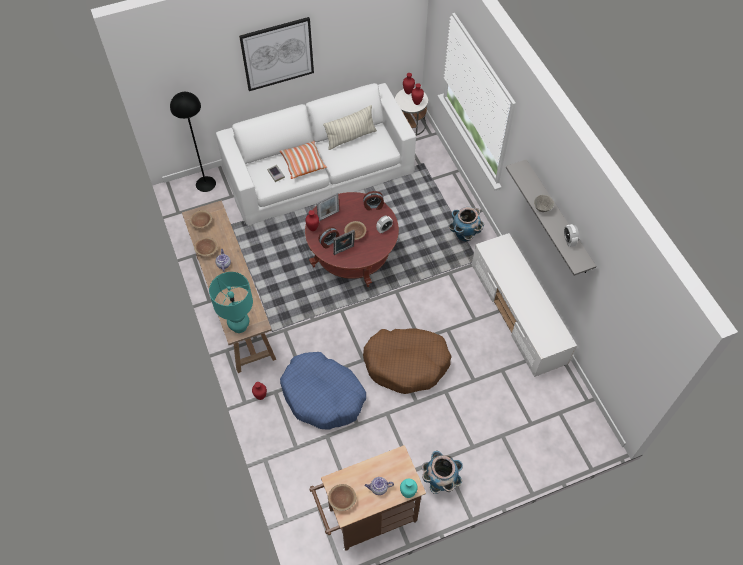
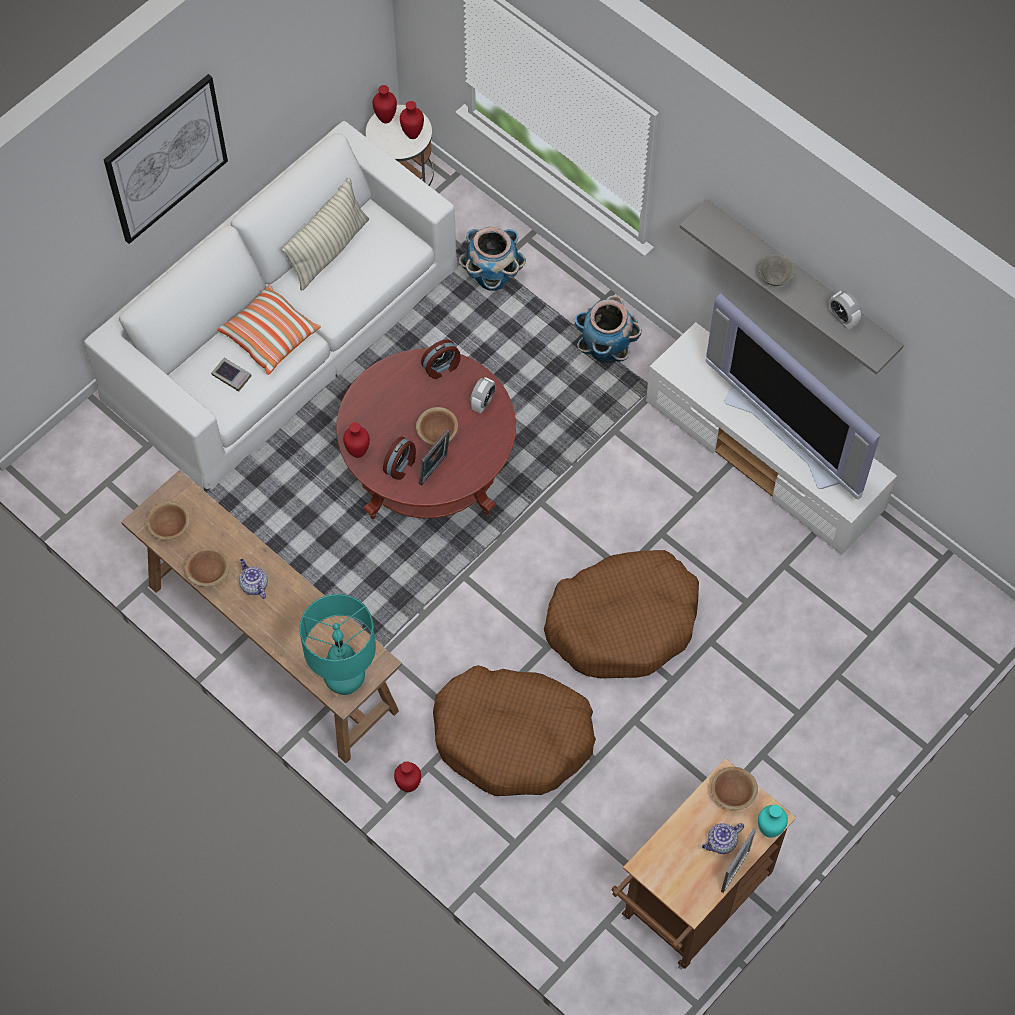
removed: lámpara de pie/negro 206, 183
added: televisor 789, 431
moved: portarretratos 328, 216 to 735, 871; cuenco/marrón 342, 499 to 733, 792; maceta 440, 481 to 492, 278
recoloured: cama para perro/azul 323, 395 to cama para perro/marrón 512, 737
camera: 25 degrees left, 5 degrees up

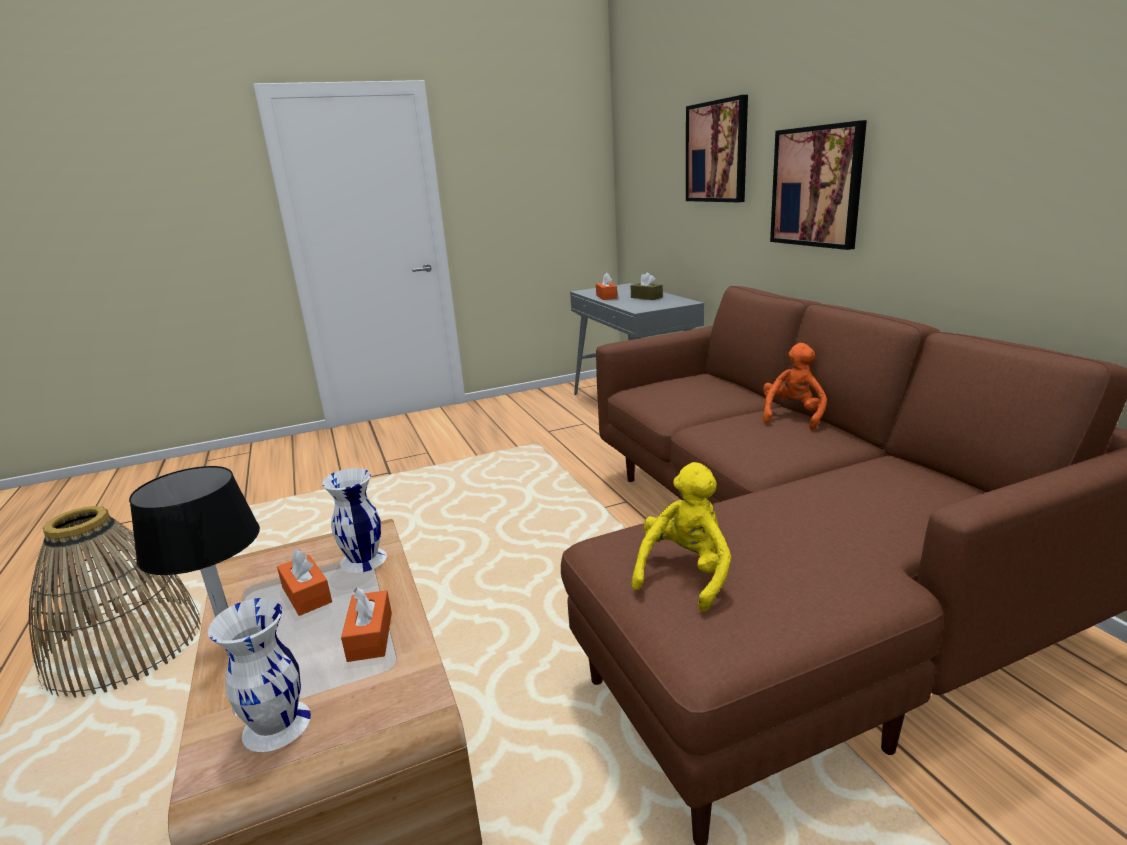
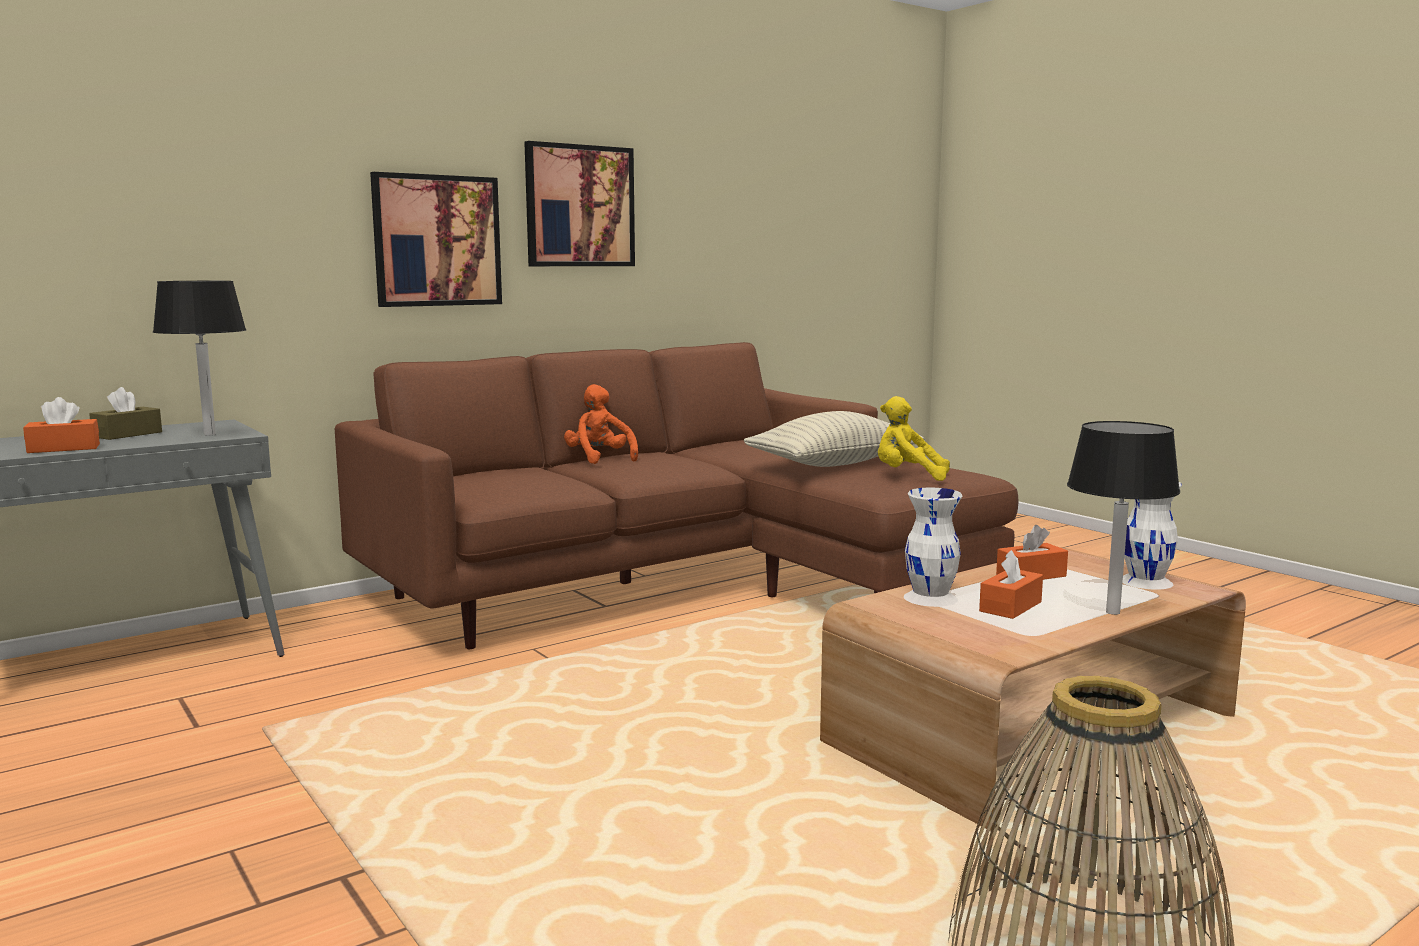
added: lámpara de mesa/negro 209, 434; cojín 833, 464
moved: cuadro 717, 152 to 579, 206
turned: peluche/naranja 793, 416 = 599, 459 45 degrees clockwise
camera: 105 degrees left, 10 degrees down

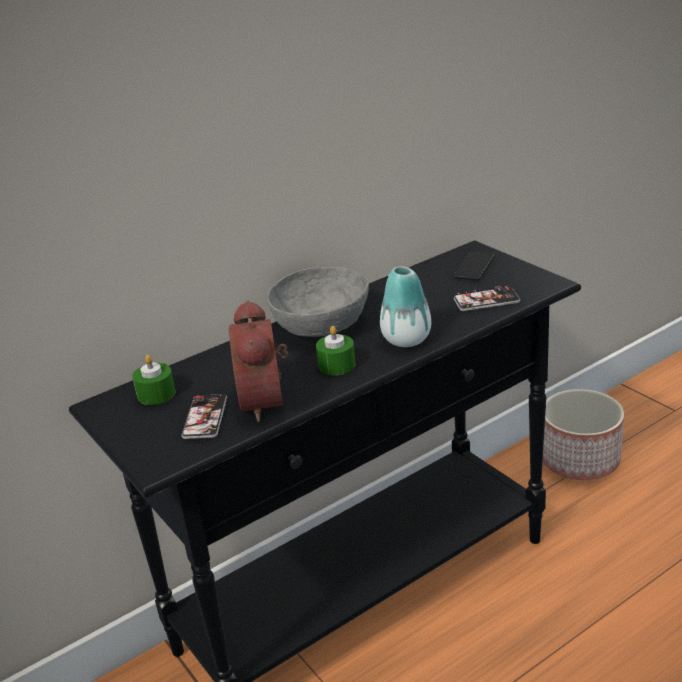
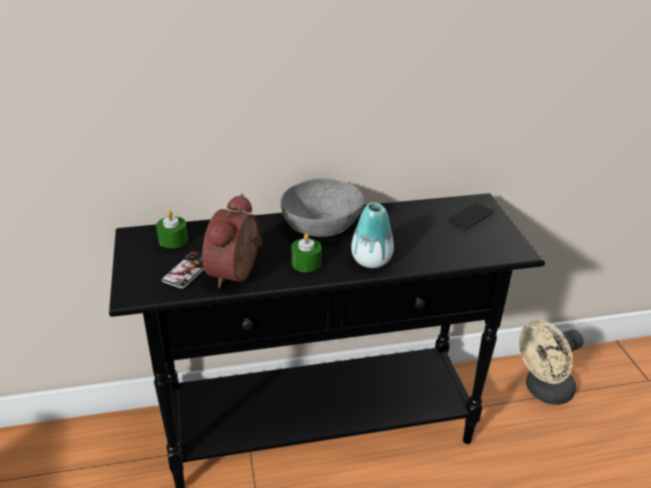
removed: móvil 486, 300
replaced: maceta 580, 460 to ventilador/beis 543, 391
camera: 20 degrees right, 5 degrees up

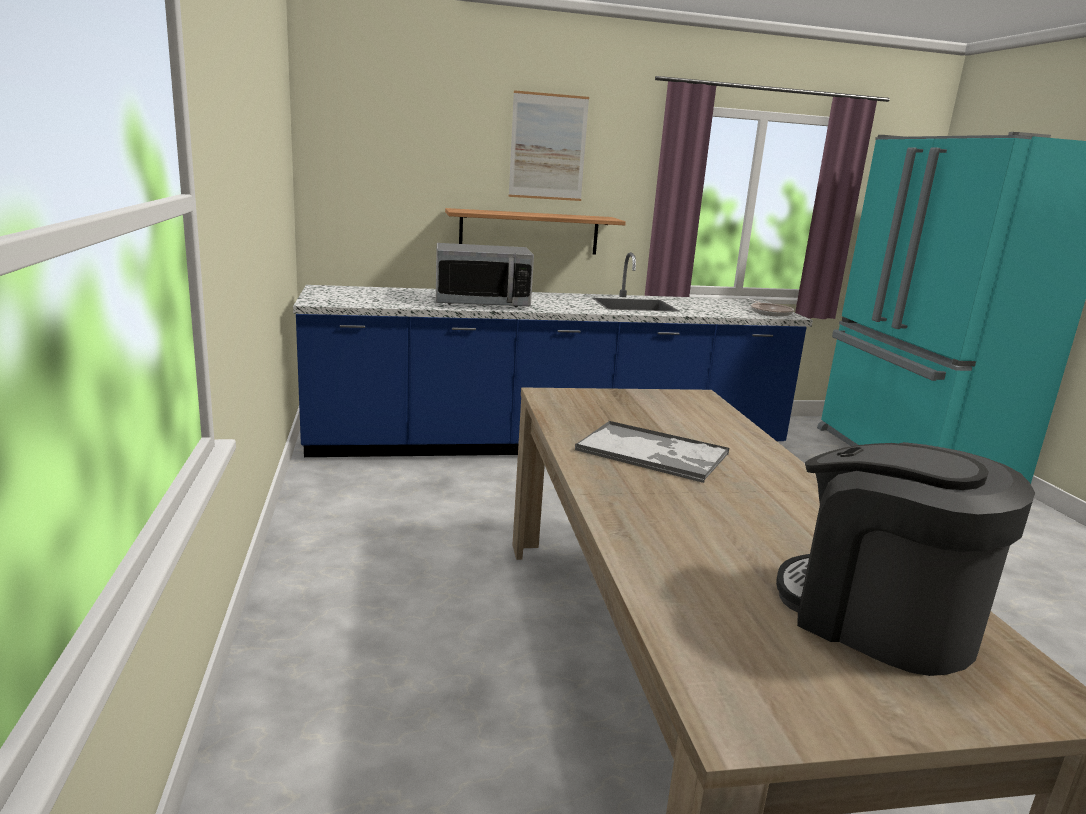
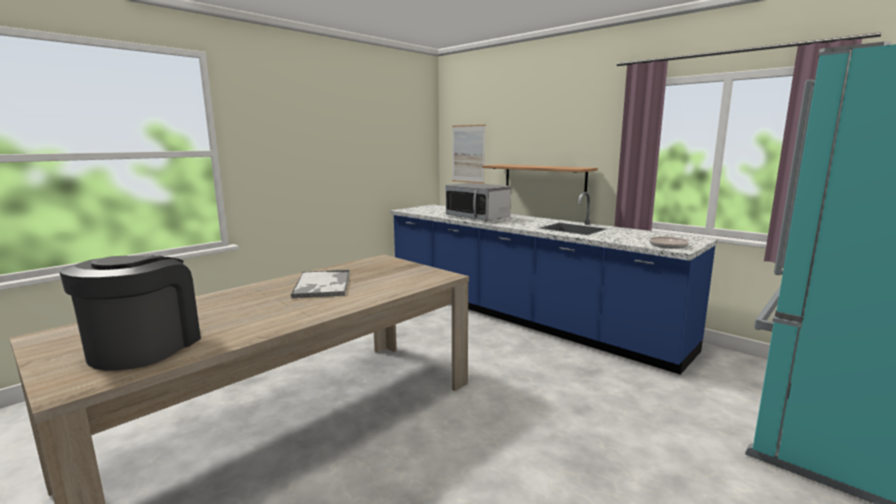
moved: cuadro 548, 147 to 468, 154
camera: 55 degrees right, 5 degrees down

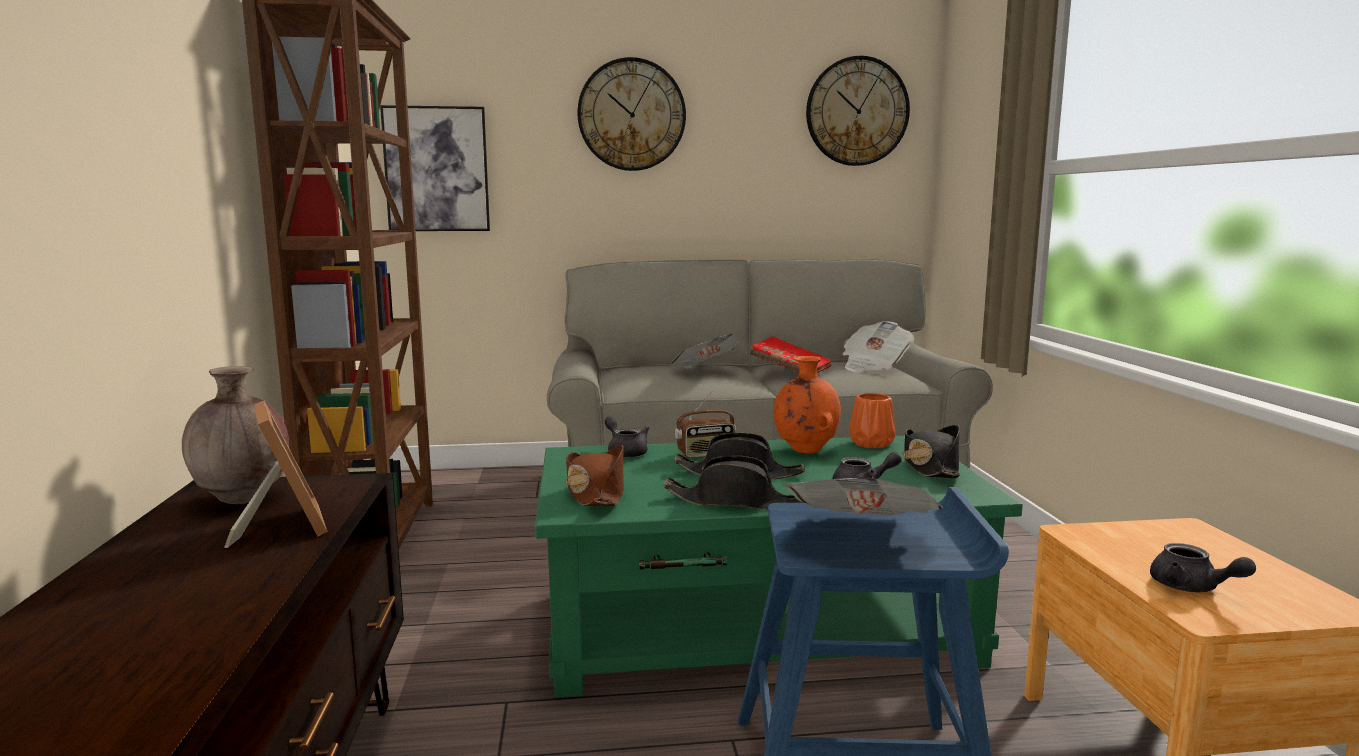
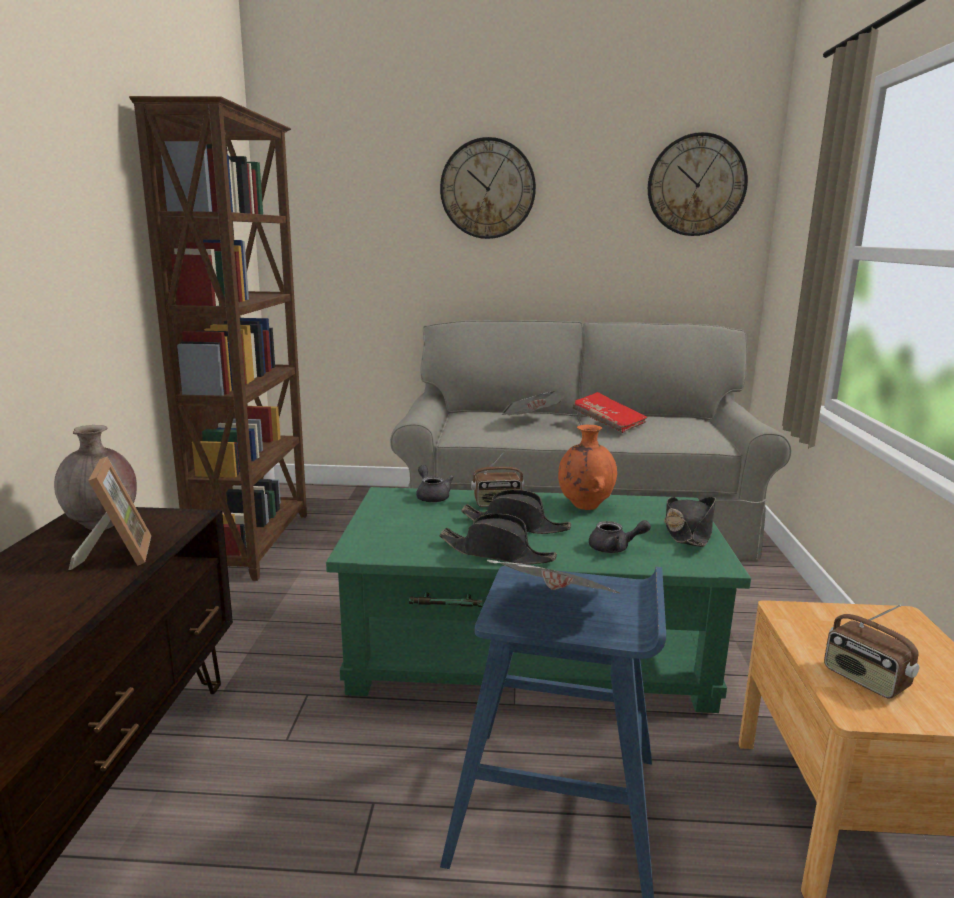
removed: cuadro 436, 169; sombrero/marrón 596, 492; periódico 873, 366; florero/naranja 871, 443
replaced: tetera/gris 1192, 588 to radio 864, 680
camera: 10 degrees right, 5 degrees up

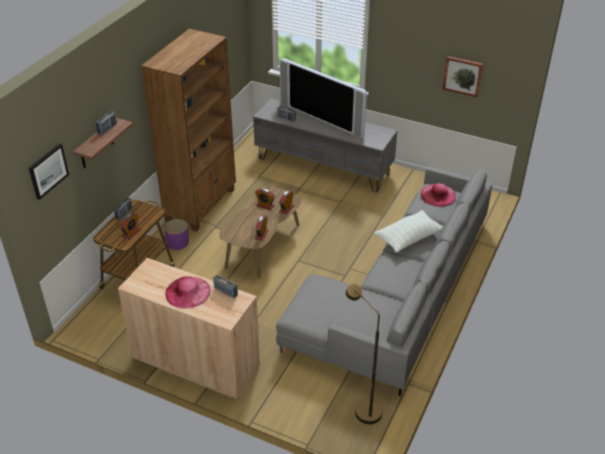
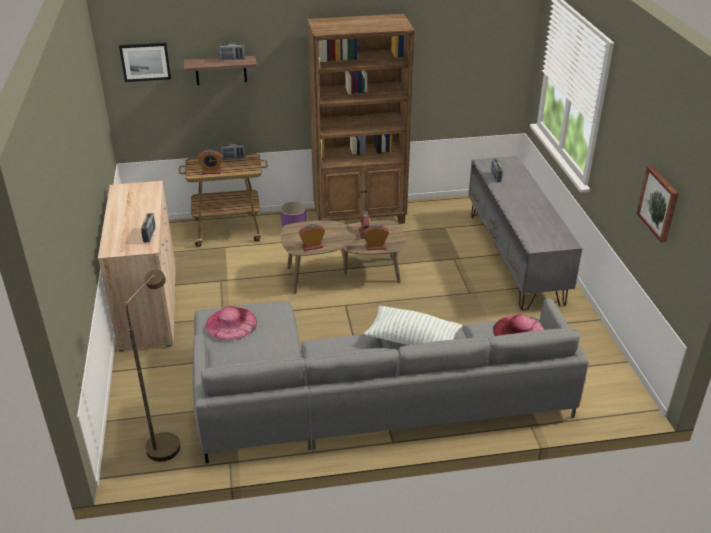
removed: televisor 323, 118
moved: sombrero/rosa 187, 292 to 231, 323
camera: 55 degrees right, 5 degrees down

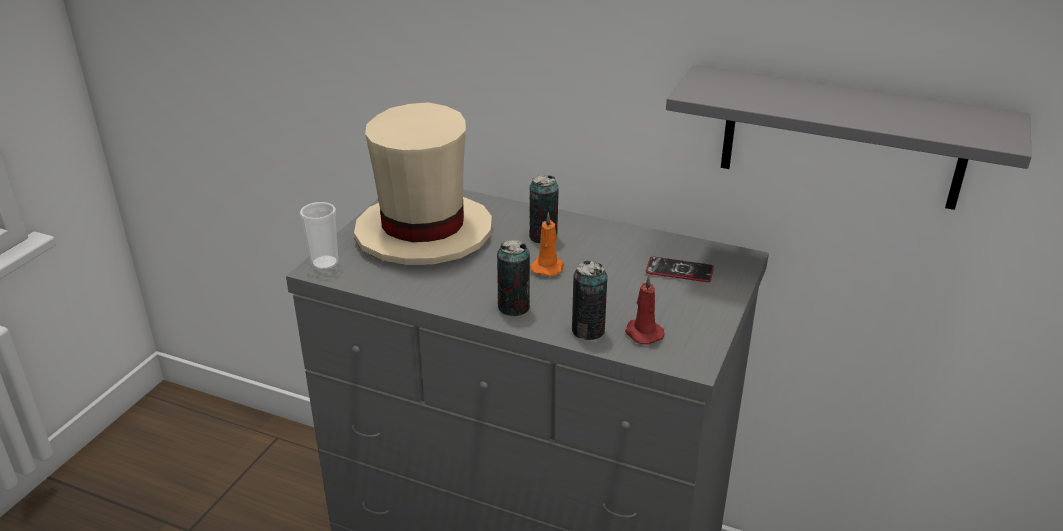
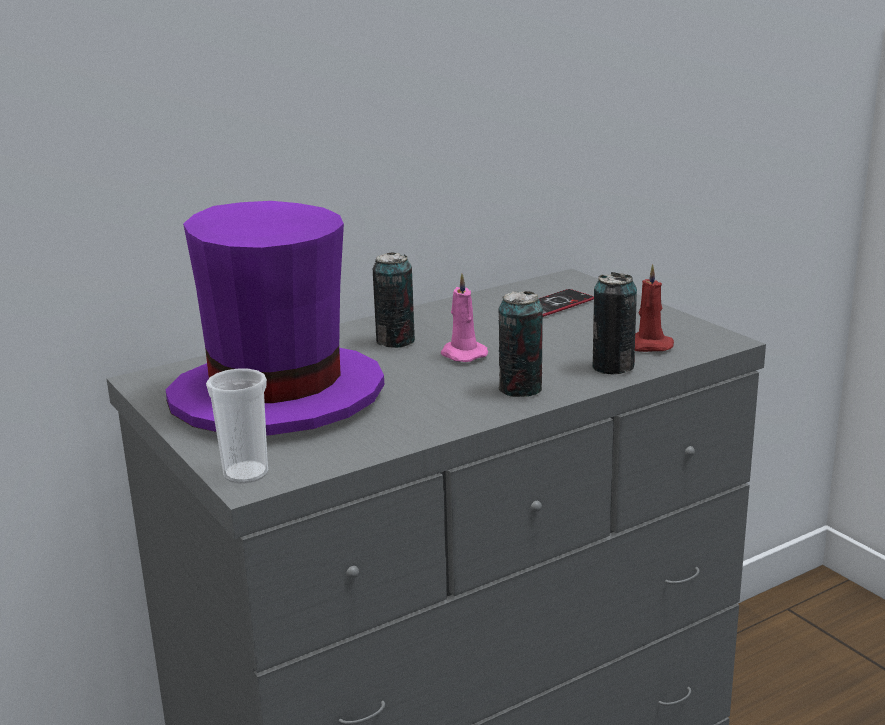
removed: estante/gris 842, 138
recoloured: sombrero/beis 424, 233 to sombrero/morado 276, 397; vela/naranja 548, 267 to vela/rosa 462, 354
camera: 55 degrees left, 10 degrees down

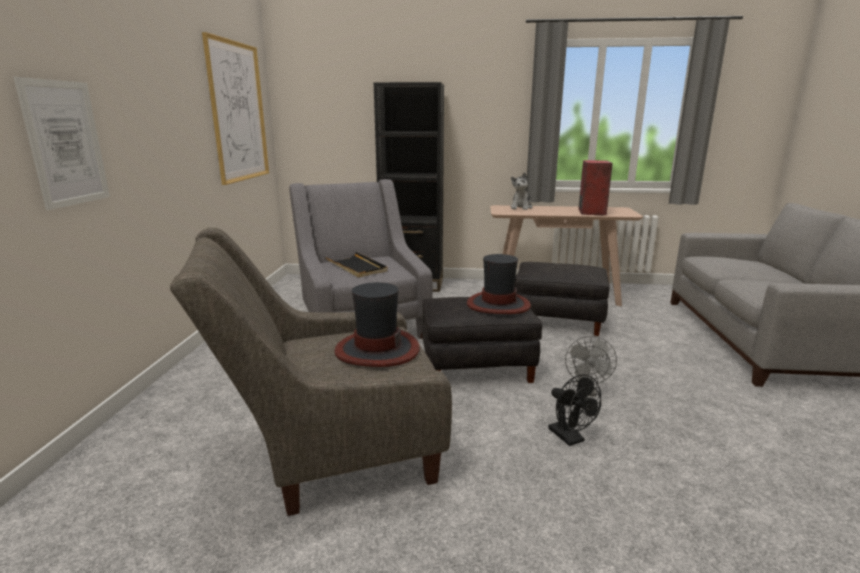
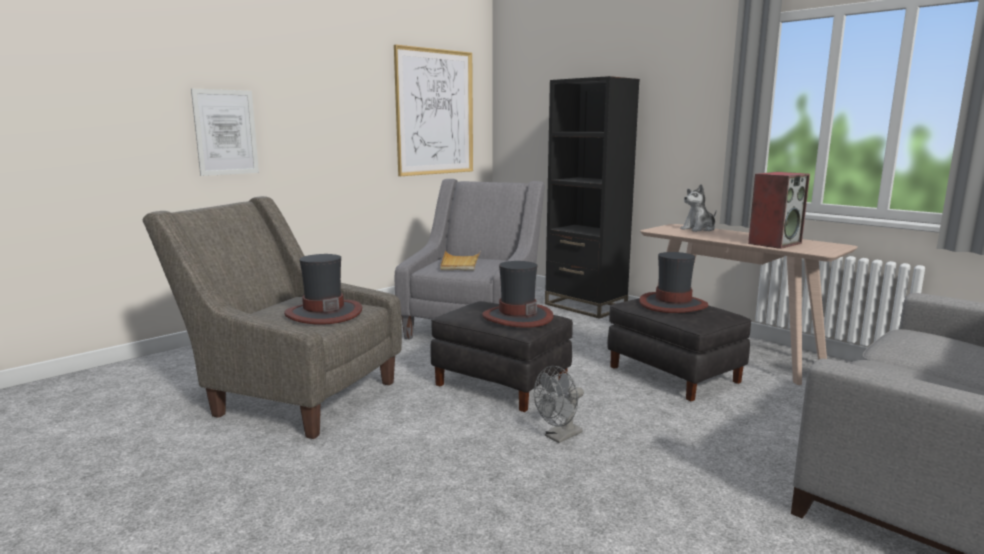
removed: ventilador/negro 570, 438
added: sombrero 672, 304
recoloured: bandeja/negro 356, 267 to bandeja/beis 460, 263
camera: 40 degrees right, 5 degrees down

